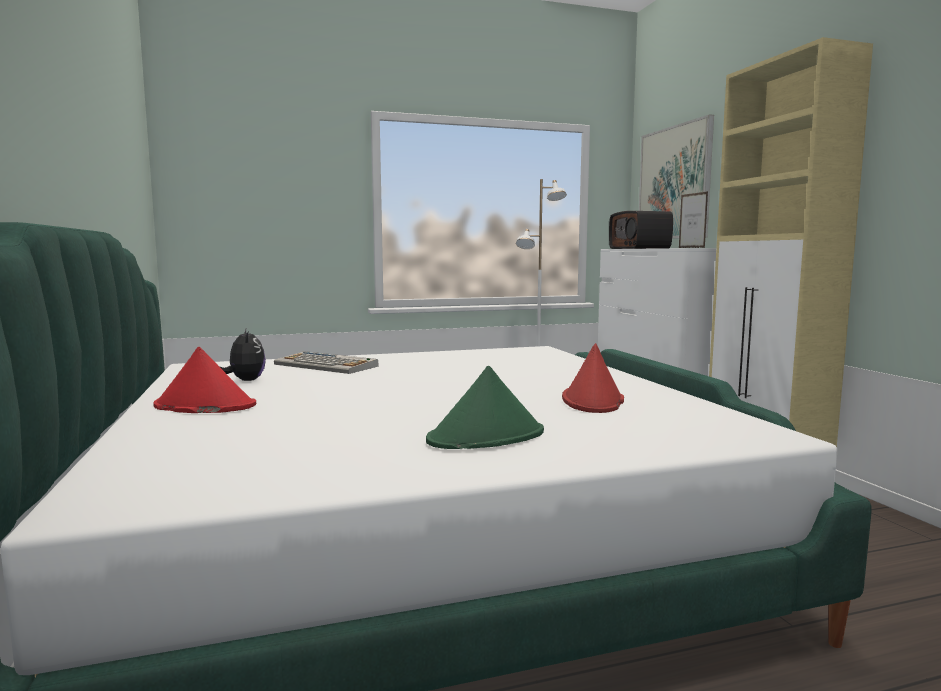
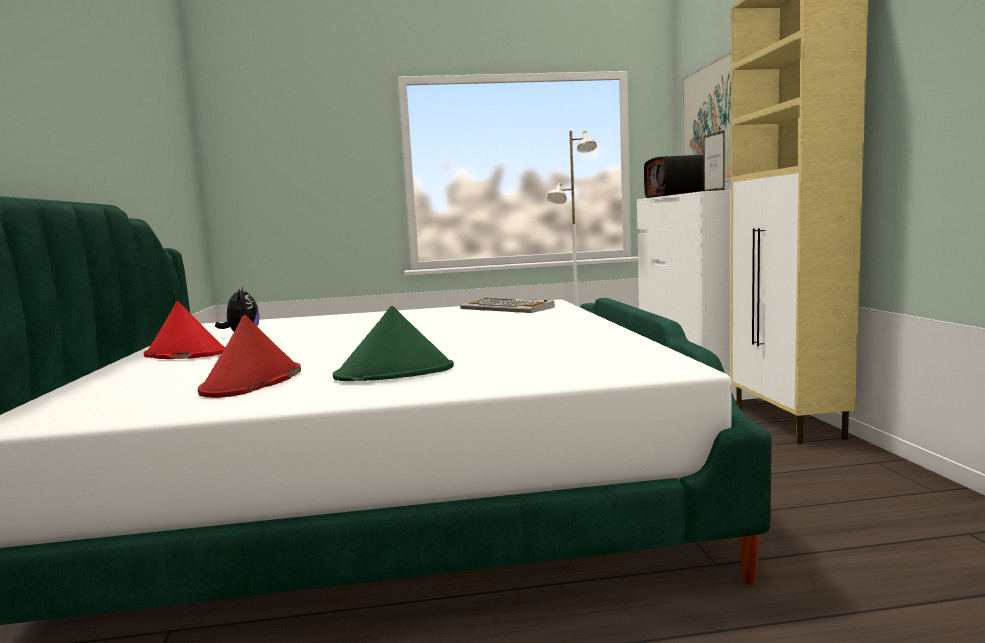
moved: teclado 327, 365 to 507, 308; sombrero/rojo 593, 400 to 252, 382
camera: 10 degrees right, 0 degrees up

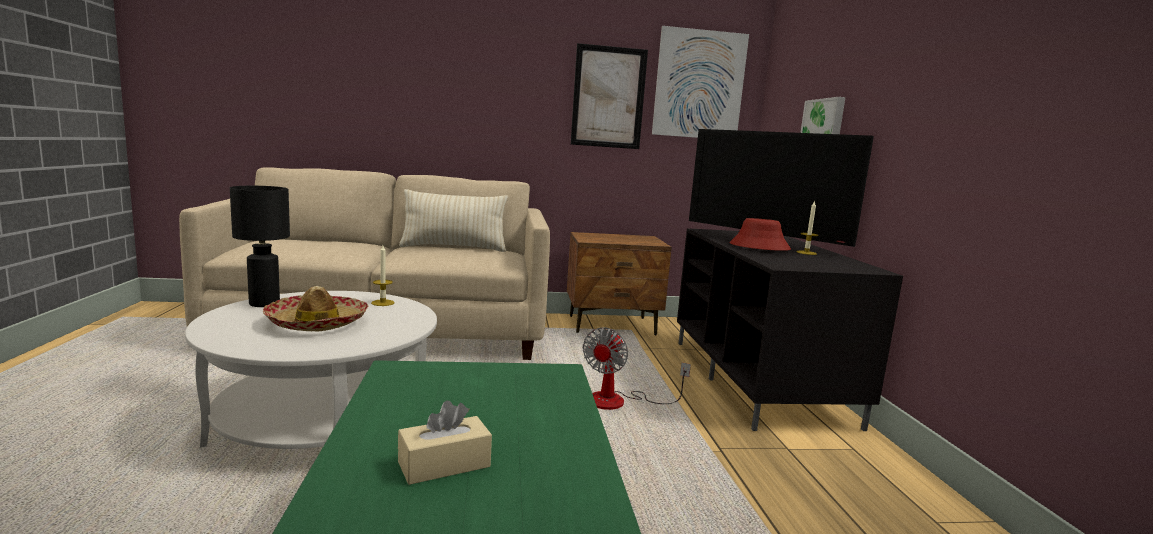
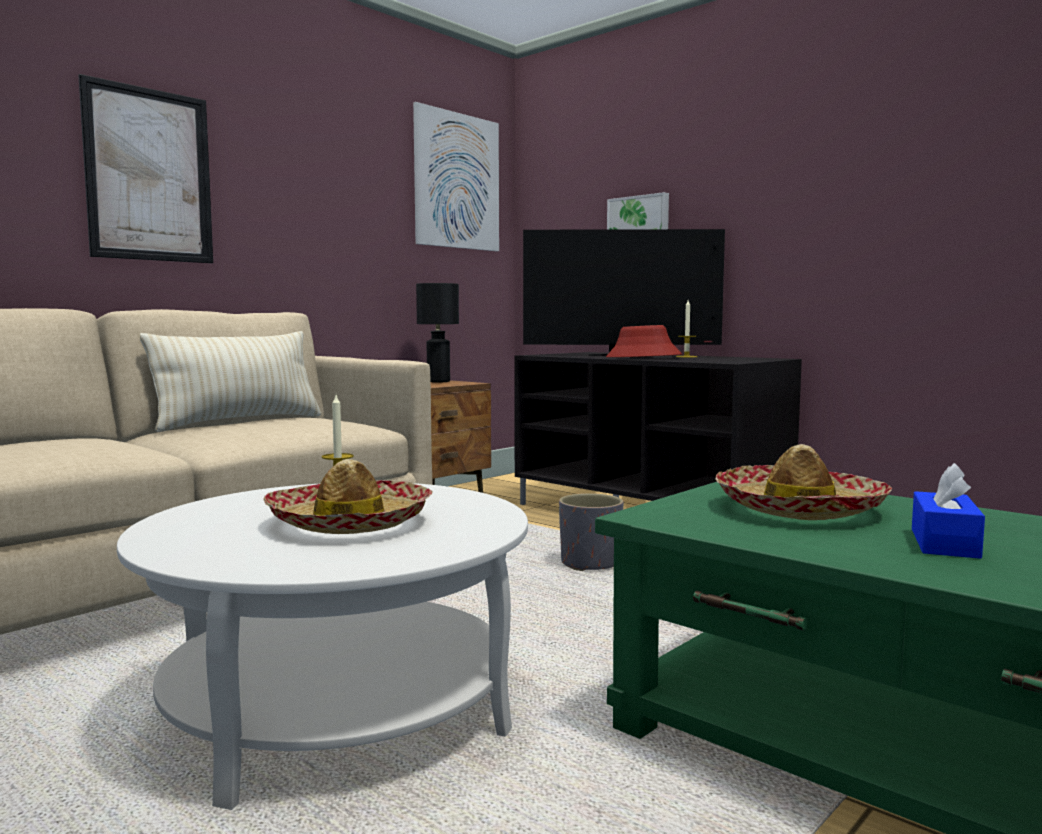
added: sombrero 799, 509
moved: lámpara de mesa/negro 264, 303 to 437, 381; cuadro 608, 97 to 149, 175
replaced: ventilador 619, 401 to maceta/gris 590, 564
recoloured: caja de pañuelos/beis 444, 464 to caja de pañuelos/azul 944, 543
camera: 40 degrees left, 5 degrees down

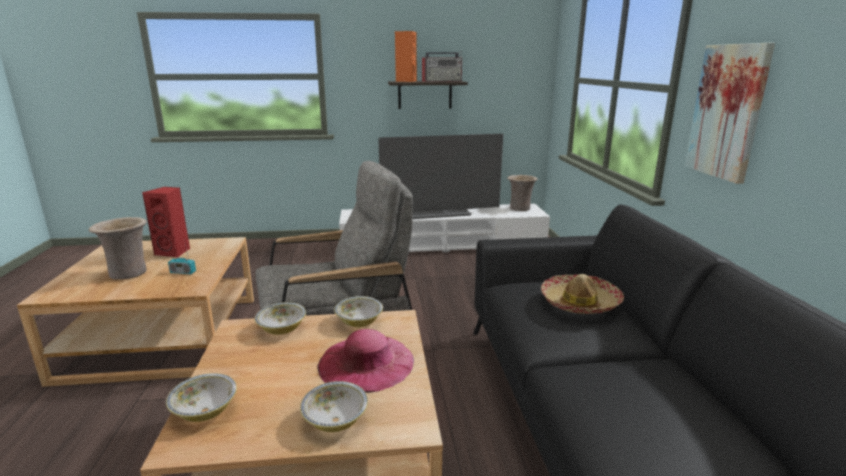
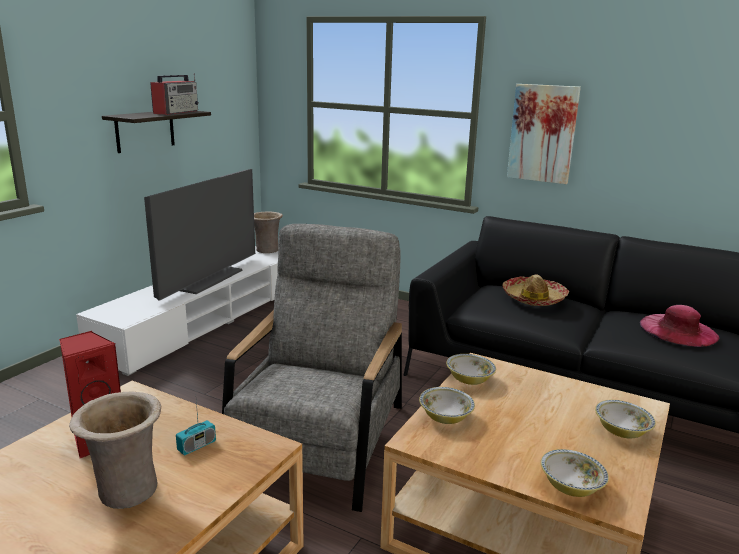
removed: altavoz/naranja 406, 81
moved: sombrero/rosa 366, 362 to 678, 330
camera: 55 degrees left, 0 degrees up

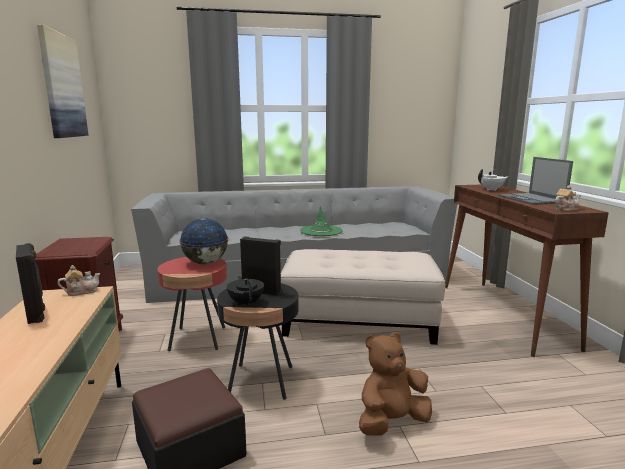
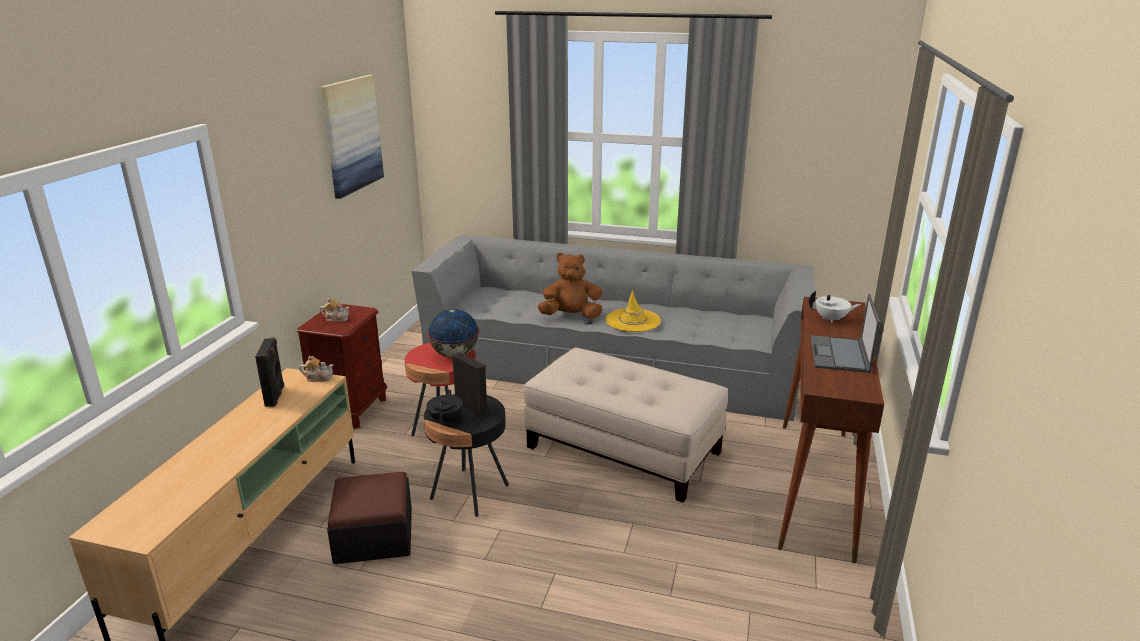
moved: peluche/marrón 391, 422 to 571, 316; tetera 565, 209 to 336, 319
recoloured: sombrero/verde 321, 231 to sombrero/amarillo 633, 321
camera: 25 degrees right, 10 degrees up

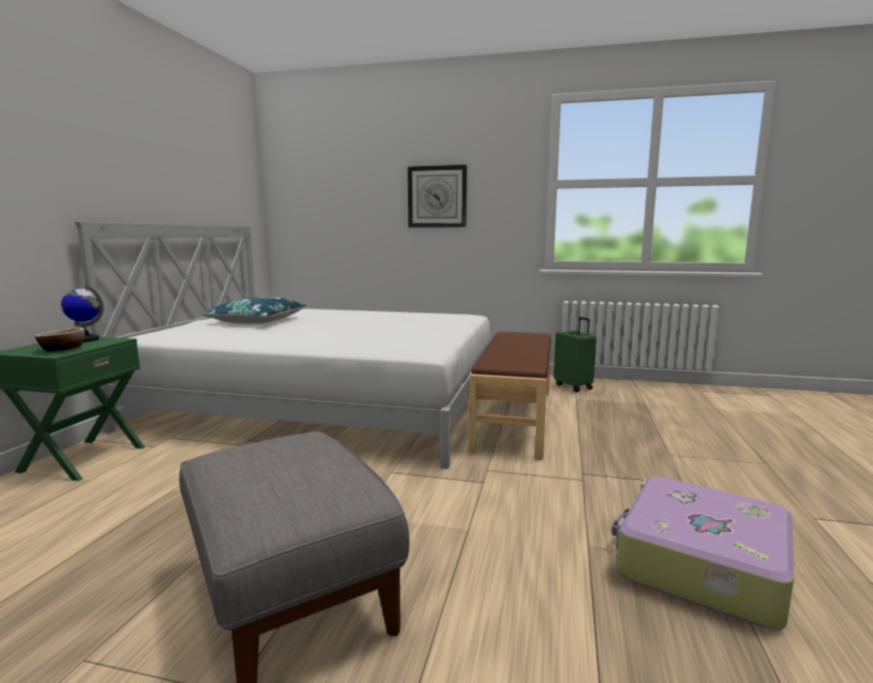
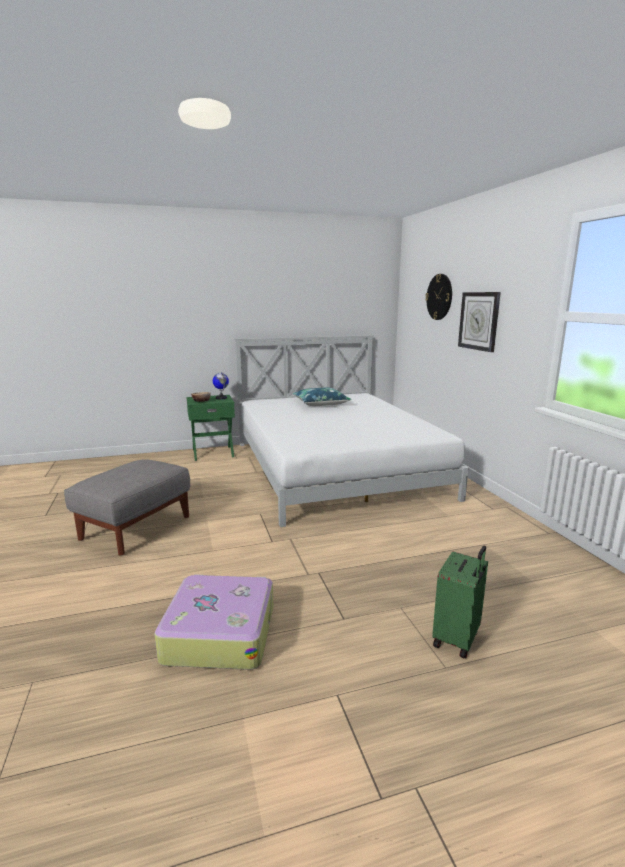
removed: banco/marrón 513, 419
added: reloj de pared 439, 297
moved: maleta/verde 574, 386 to 457, 639
camera: 60 degrees right, 5 degrees up

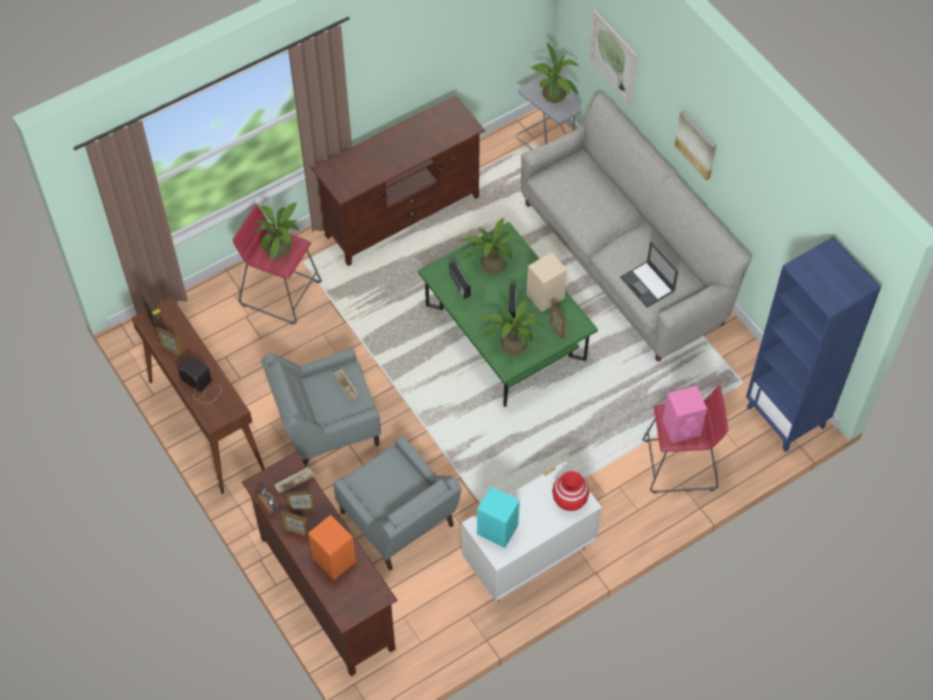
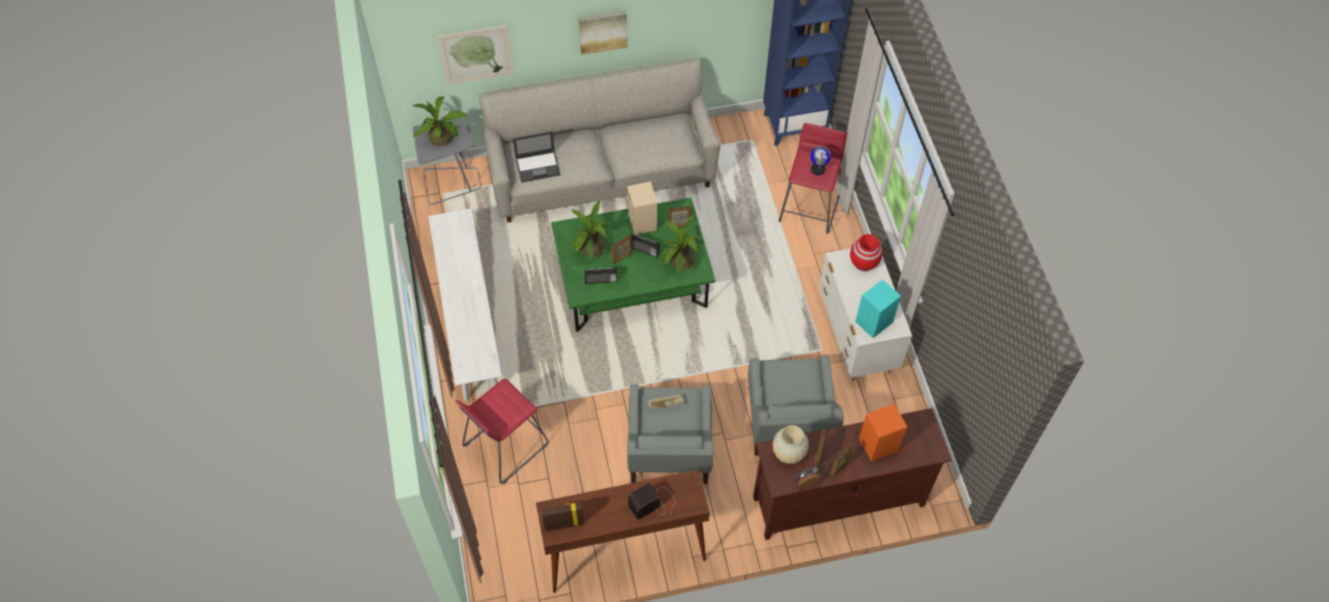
removed: planta en maceta 281, 247
moved: portarretratos 172, 351 to 622, 257; portátil 648, 284 to 538, 166
replaced: bandeja/beis 295, 483 to florero/beis 789, 453; mueble de televisión/marrón 402, 215 to banco/blanco 469, 319; altavoz/rosa 682, 427 to globo terráqueo 818, 169
turned: sillón/gris 398, 521 = 788, 423 105 degrees clockwise
camera: 70 degrees left, 0 degrees up

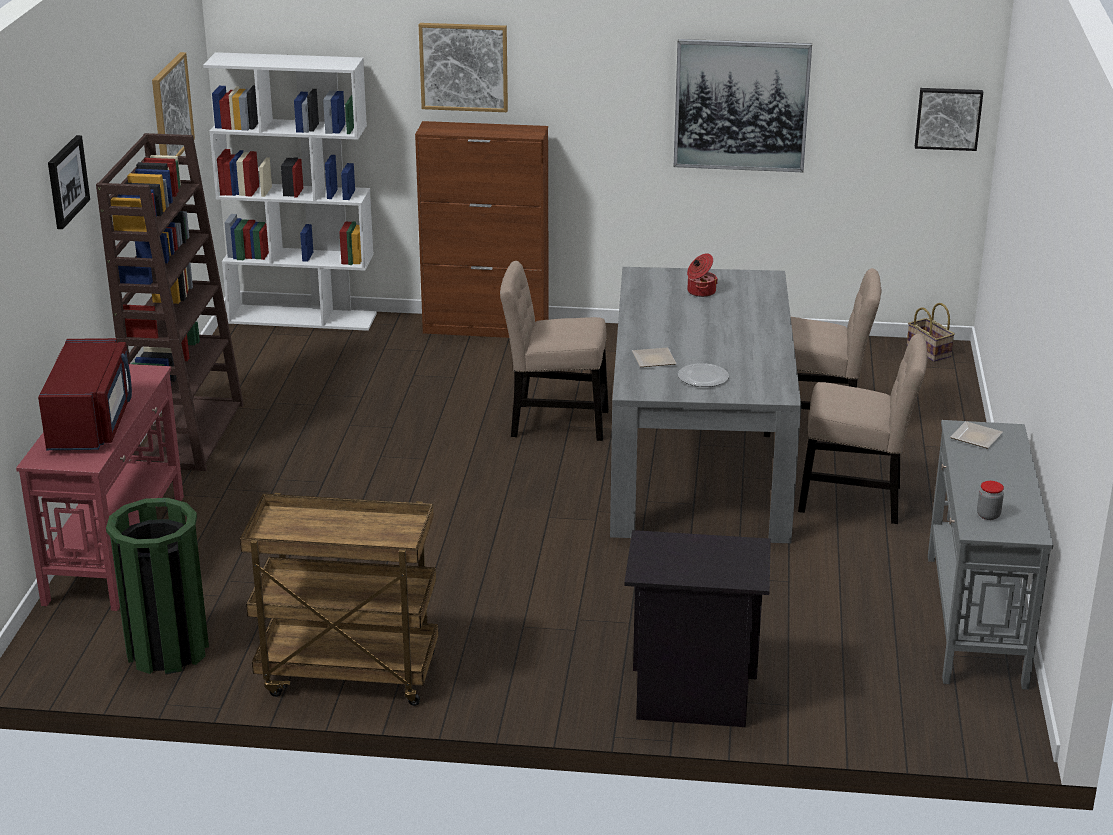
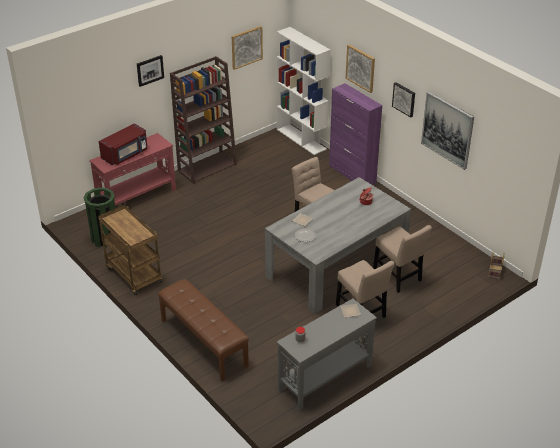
moved: cuadro 948, 118 to 404, 99
replaced: mesita de noche/negro 691, 698 to banco/marrón 203, 343
recoloured: armario/marrón 486, 328 to armario/morado 352, 174
camera: 45 degrees right, 10 degrees up

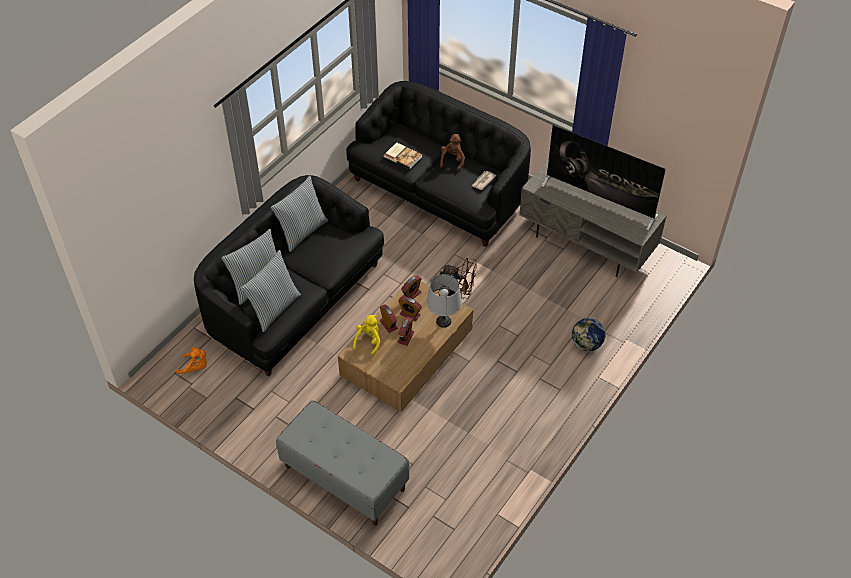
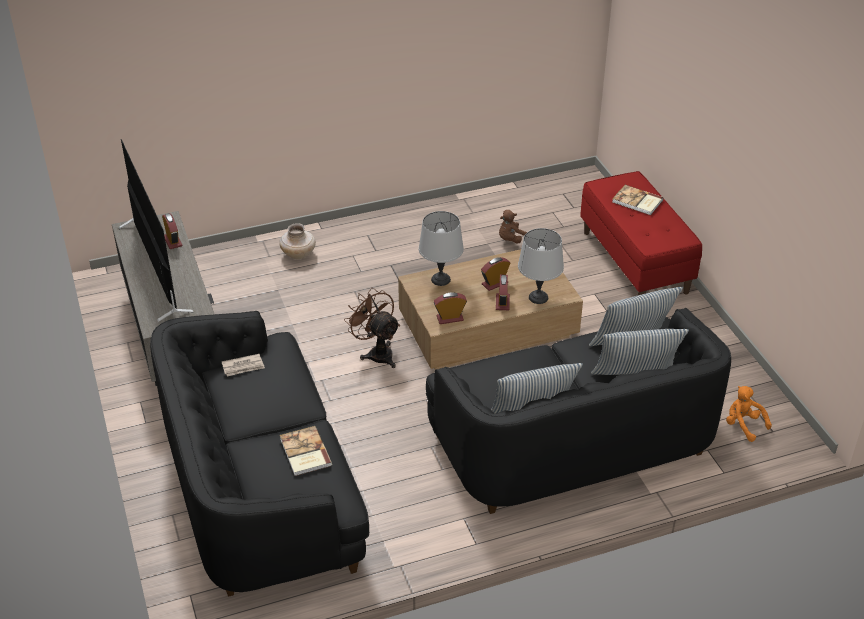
added: libro 637, 202
moved: despertador 410, 314 to 173, 241; peluche/marrón 452, 160 to 512, 240
replaced: peluche/amarillo 369, 341 to lámpara de mesa/gris 538, 297; globo terráqueo 586, 344 to florero/beis 298, 254
recoloured: banco/gris 344, 478 to banco/rojo 635, 262
camera: 145 degrees left, 10 degrees down

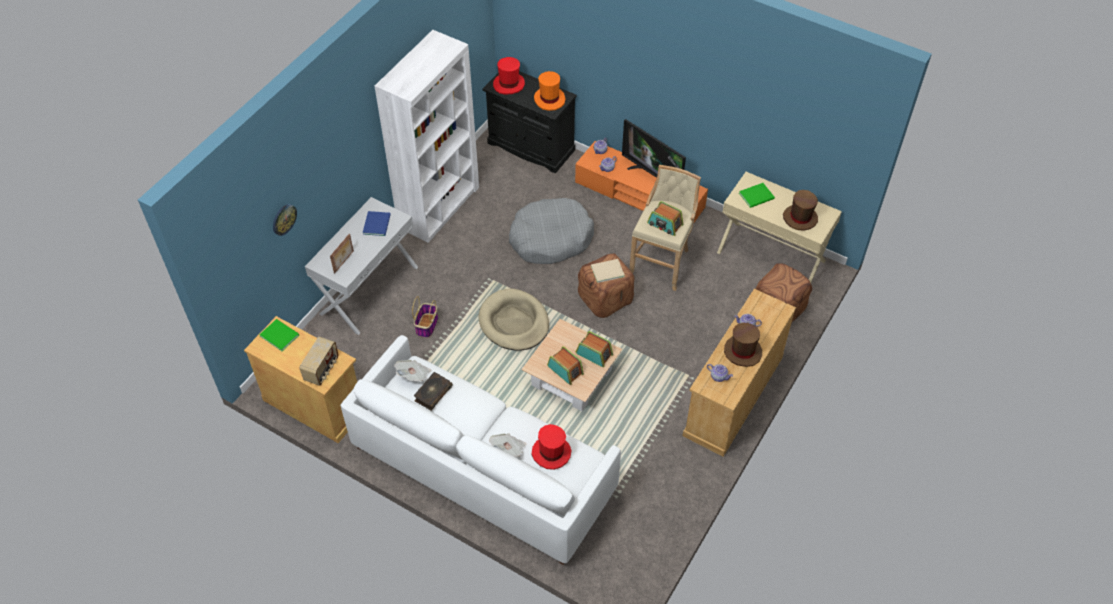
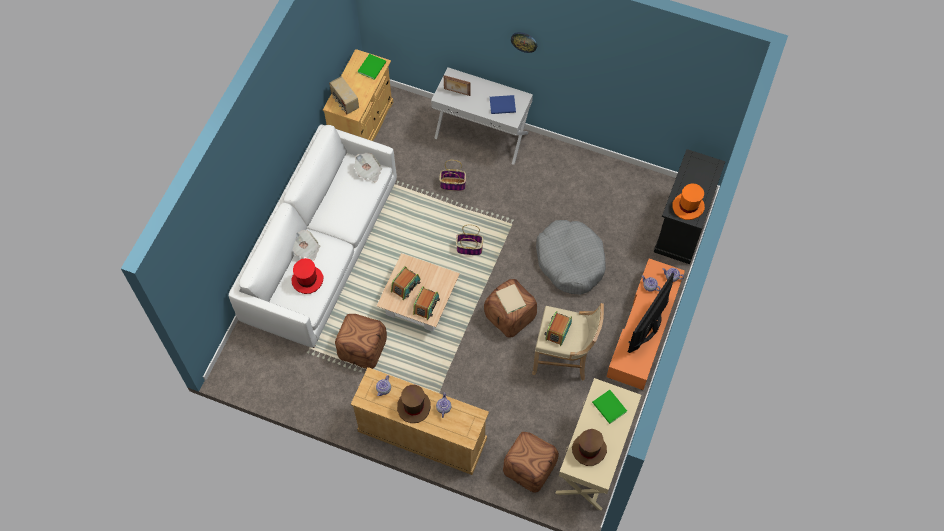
removed: estantería/blanco 439, 207; libro 433, 394; sombrero/rojo 509, 84
added: puf/marrón 362, 348
moved: reloj de pared 284, 219 to 524, 41
replaced: cama para perro/beis 514, 322 to cesta 469, 248
turned: radio 322, 369 = 344, 102 45 degrees clockwise
camera: 80 degrees right, 10 degrees up

